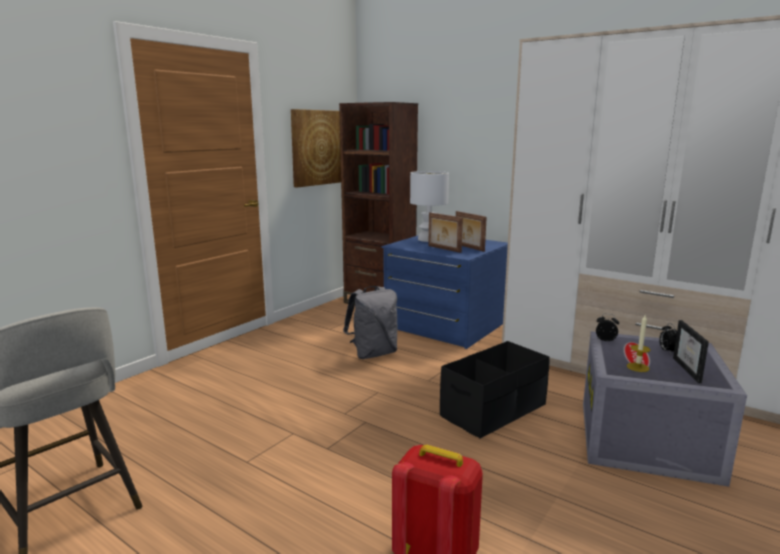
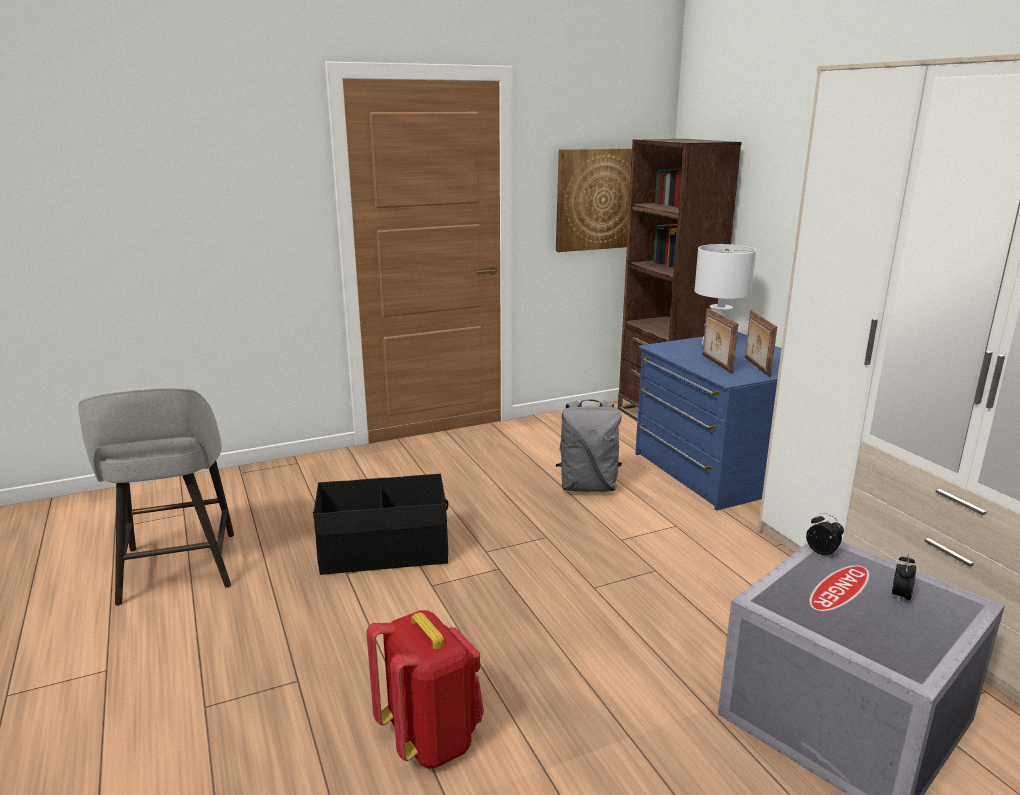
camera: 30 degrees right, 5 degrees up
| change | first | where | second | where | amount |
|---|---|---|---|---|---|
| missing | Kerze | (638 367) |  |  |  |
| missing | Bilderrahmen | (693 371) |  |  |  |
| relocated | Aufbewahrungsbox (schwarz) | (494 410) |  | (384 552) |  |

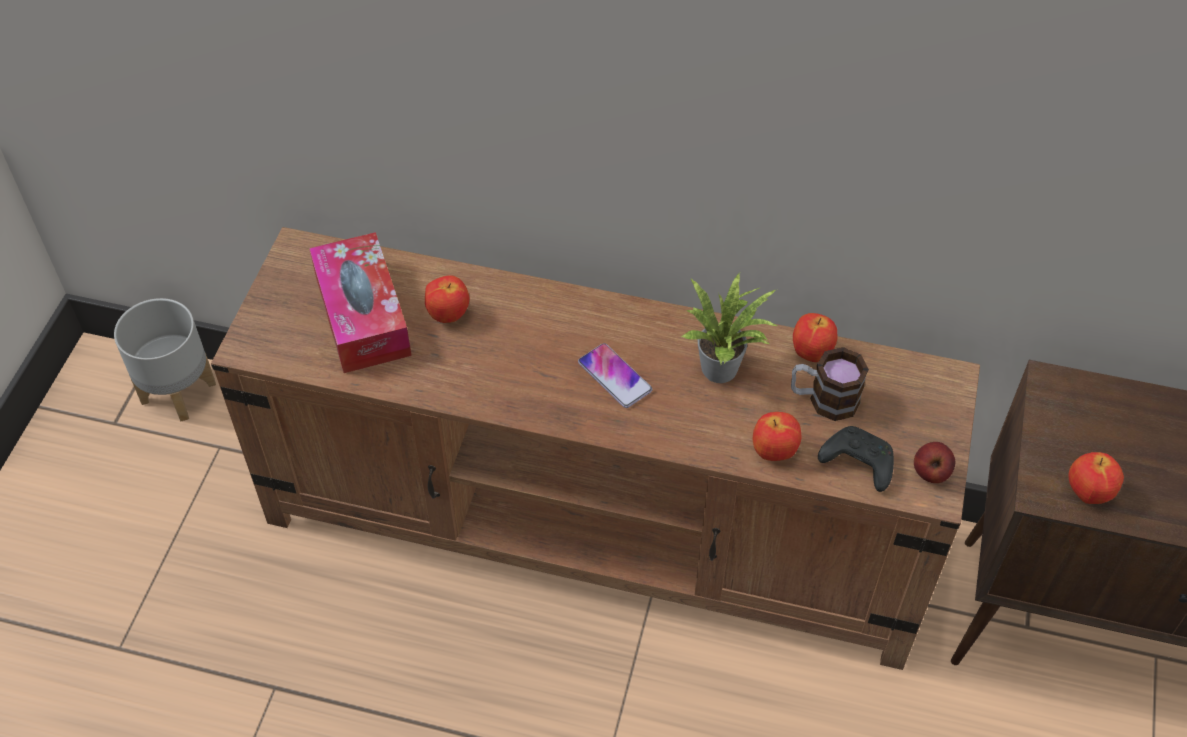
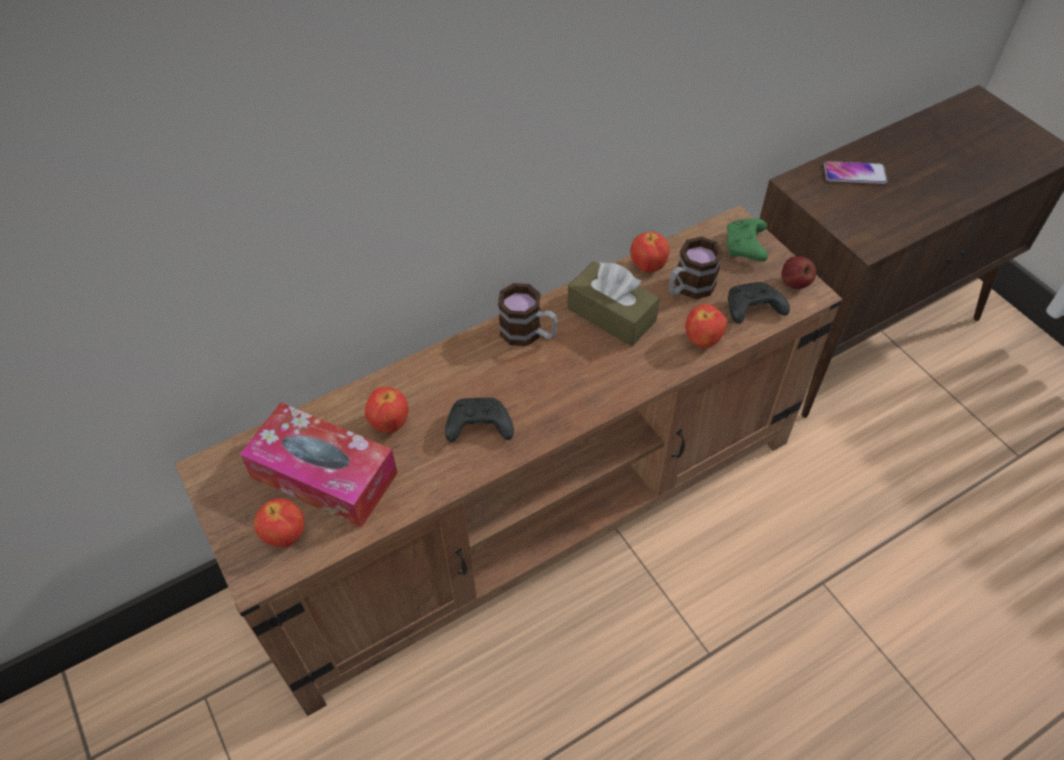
camera: 45 degrees left, 0 degrees up
| change | first | where | second | where | amount |
|---|---|---|---|---|---|
| exchanged | Topfpflanze | (724 368) | Taschentuchbox (braun) | (611 315) |  |
| missing | Pflanzkübel (grau) | (179 390) |  |  |  |
| relocated | Handy | (615 376) |  | (854 174) |  |
| relocated | Apfel | (1087 493) |  | (285 536) |  |
| appeared |  |  | Gamepad (grün) | (745 247) |  |
| appeared |  |  | Henkelbecher | (528 333) |  |
| appeared |  |  | Gamepad (schwarz) | (477 427) |  |

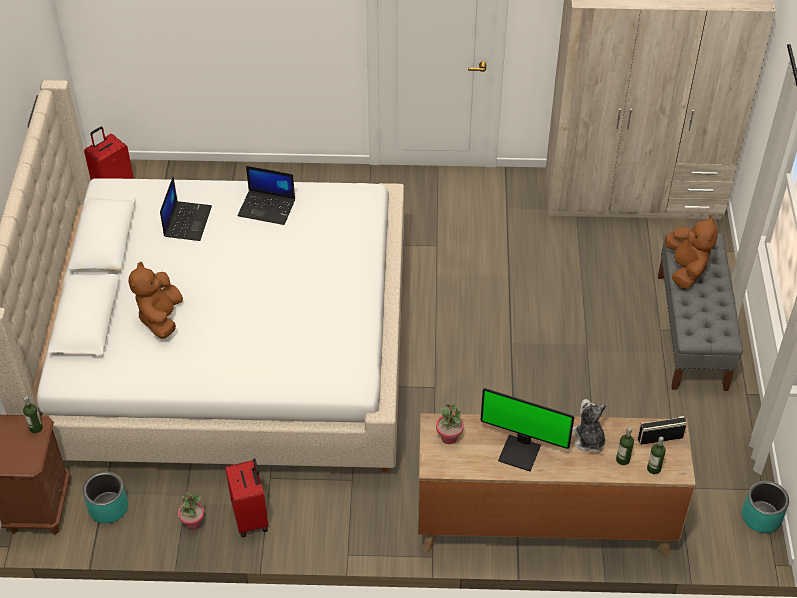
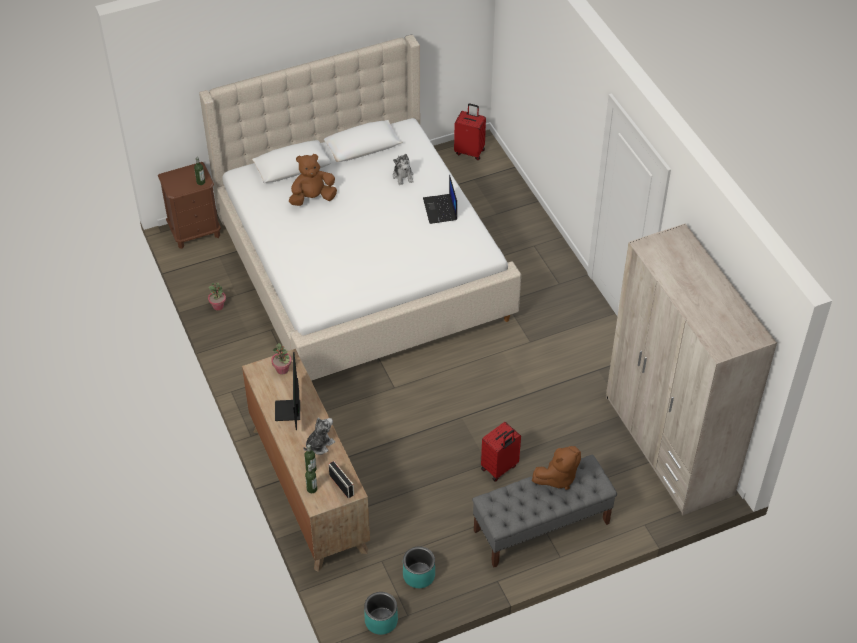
camera: 65 degrees right, 0 degrees up
| change | first | where | second | where | amount |
|---|---|---|---|---|---|
| exchanged | Laptop | (187 221) | Plüschtier | (403 176) |  |
| relocated | Koffer (rot) | (251 518) |  | (500 468) |  |
| relocated | Pflanzkübel (türkis) | (108 508) |  | (418 575) |  |

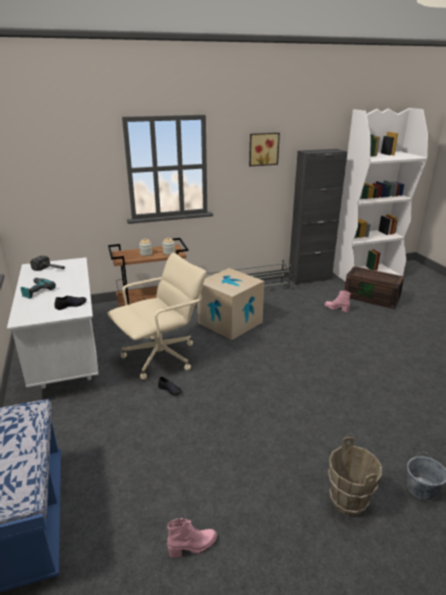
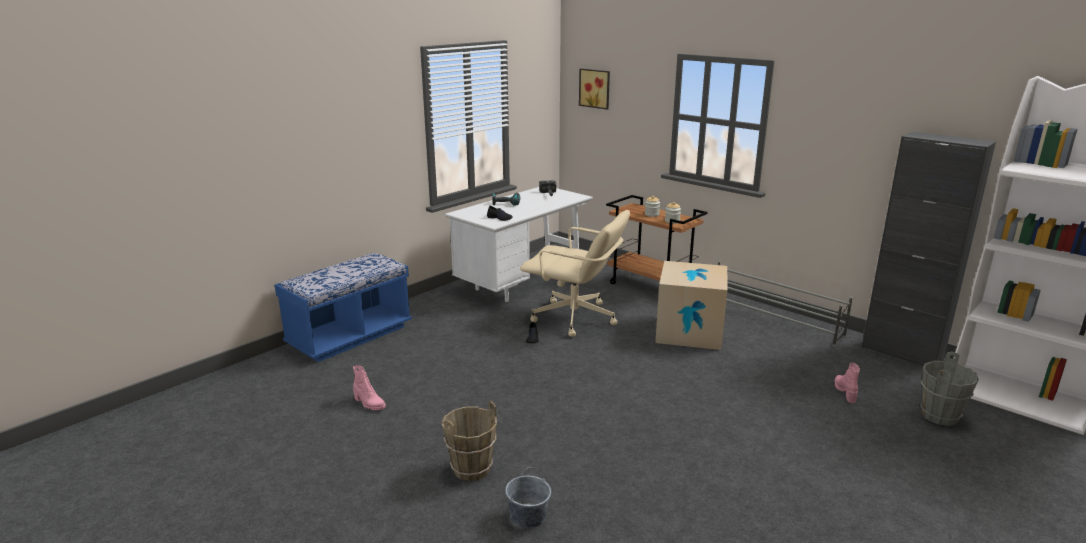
camera: 60 degrees right, 5 degrees down
| change | first | where | second | where | amount |
|---|---|---|---|---|---|
| relocated | Bild | (263 149) |  | (595 88) |  |
| exchanged | Aufbewahrungsbox (braun) | (372 297) | Eimer (grau) | (940 416) |  |

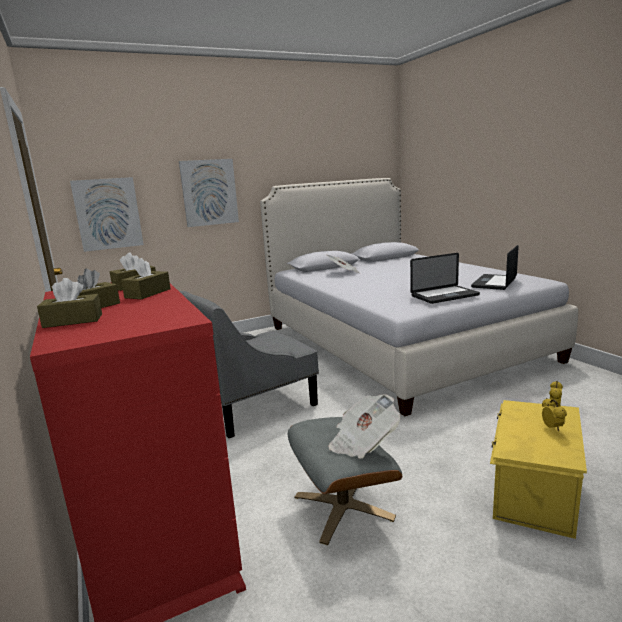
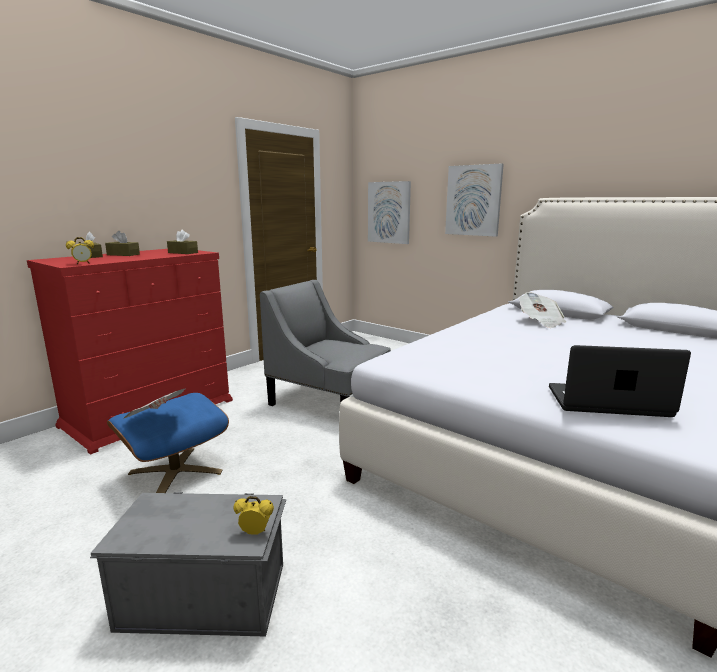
camera: 65 degrees right, 0 degrees up
| change | first | where | second | where | amount |
|---|---|---|---|---|---|
| missing | Laptop | (444 296) |  |  |  |
| missing | Taschentuchbox (braun) | (148 293) |  |  |  |
| relocated | Wecker | (552 428) |  | (83 263) |  |
| colour | Aufbewahrungsbox (gelb) | (532 491) | Aufbewahrungsbox (grau) | (204 593) |  |
| colour | Polsterhocker (grau) | (342 507) | Polsterhocker (blau) | (175 472) |  |

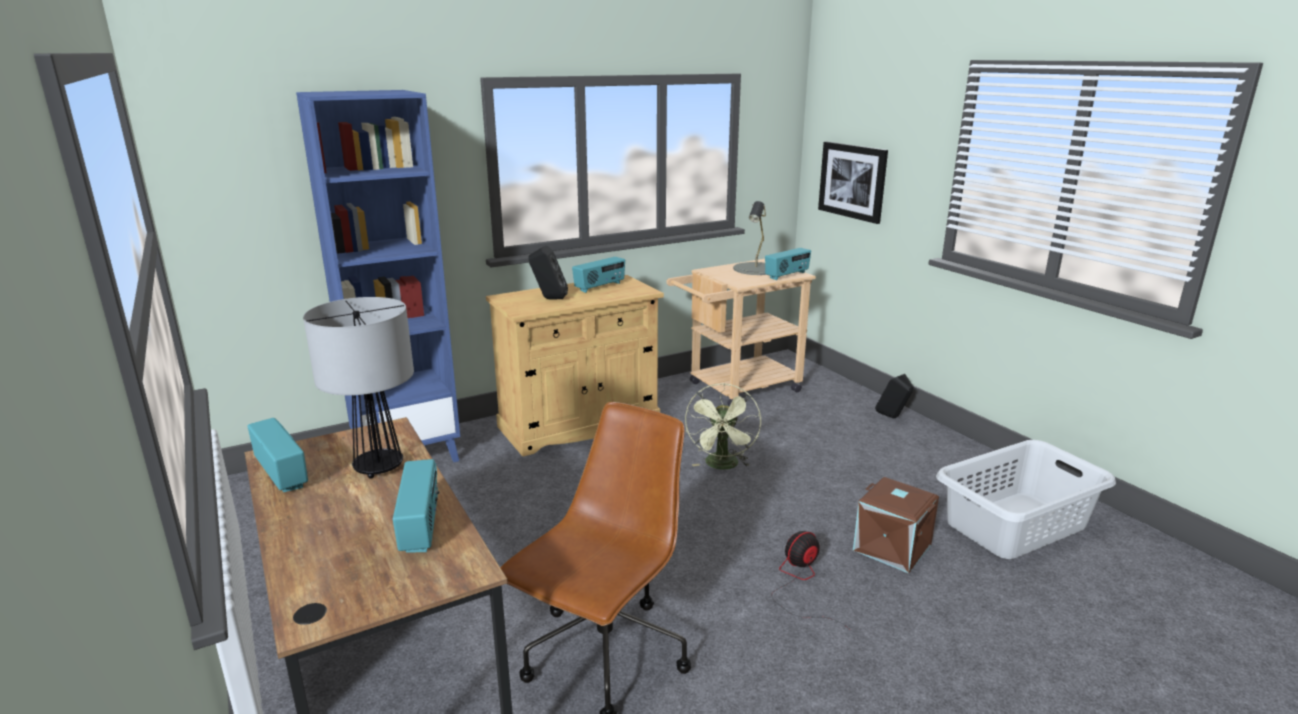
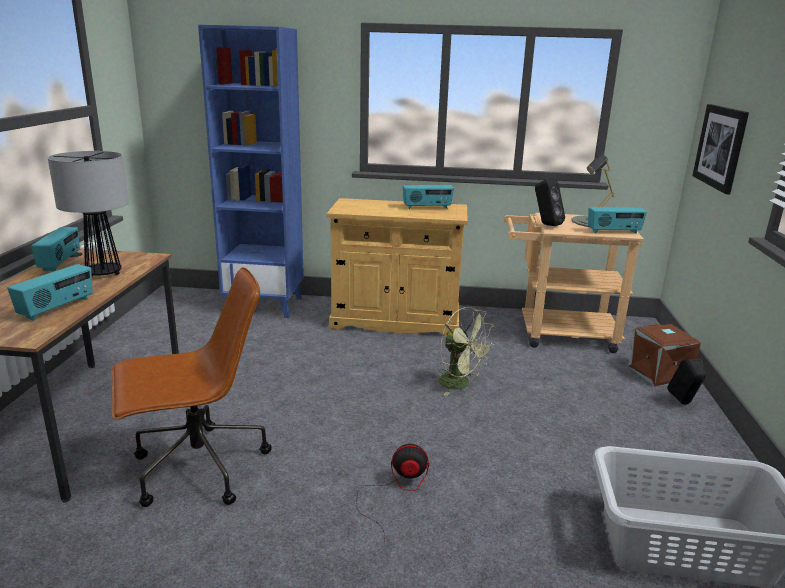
camera: 35 degrees right, 0 degrees up
| change | first | where | second | where | amount |
|---|---|---|---|---|---|
| relocated | Lautsprecher (schwarz) | (549 299) |  | (545 224) |  |
| spun | Ventilator (grün) | (722 466) |  | (460 384) | 90 degrees counterclockwise |
| relocated | Aufbewahrungsbox (braun) | (891 548) |  | (658 373) |  |

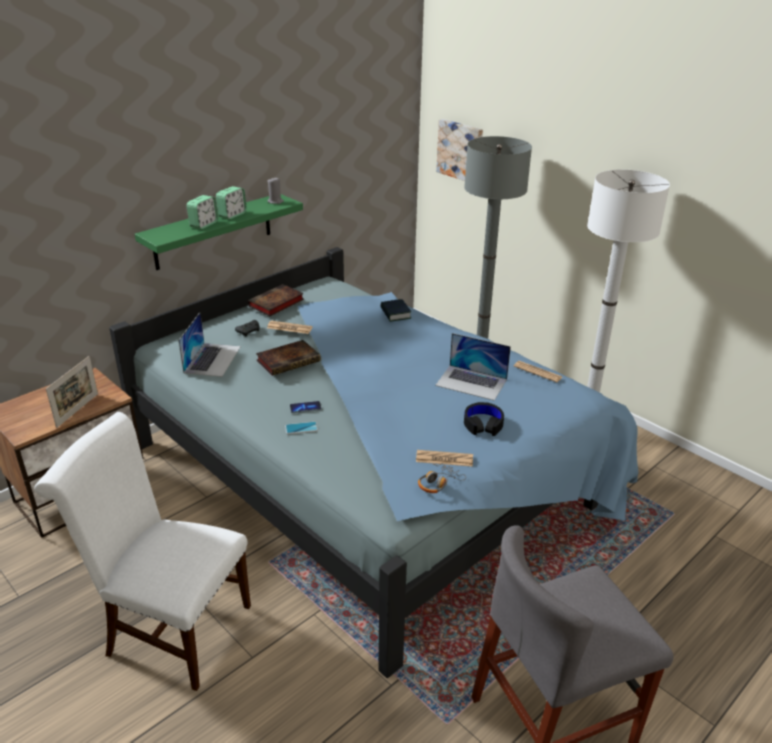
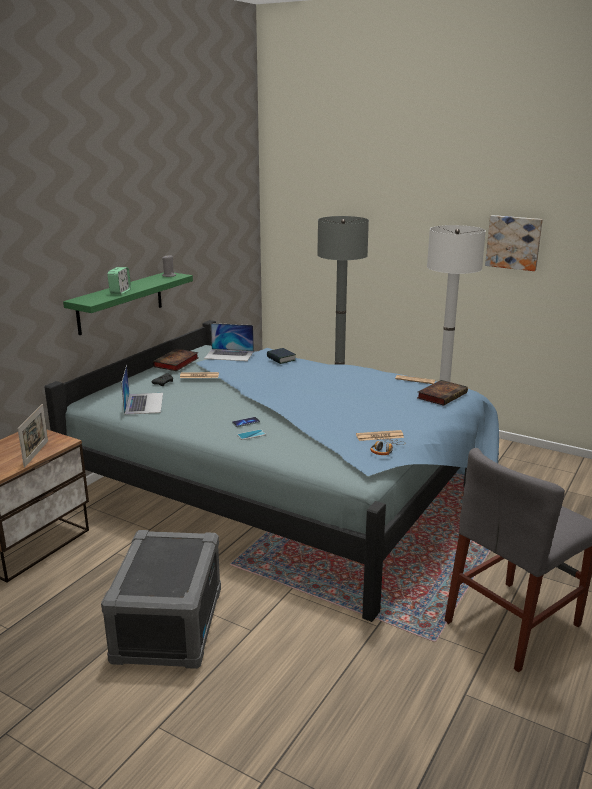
camera: 15 degrees left, 10 degrees down
| change | first | where | second | where | amount |
|---|---|---|---|---|---|
| relocated | Bild | (460 150) |  | (514 242) |  |
| missing | Wecker | (232 215) |  |  |  |
| relocated | Laptop | (471 382) |  | (229 355) |  |
| relocated | Buch | (289 360) |  | (442 395) |  |
| missing | Kopfhörer (schwarz) | (483 424) |  |  |  |
| exchanged | Stuhl (weiß) | (171 628) | Aufbewahrungsbox (grau) | (168 624) |  |

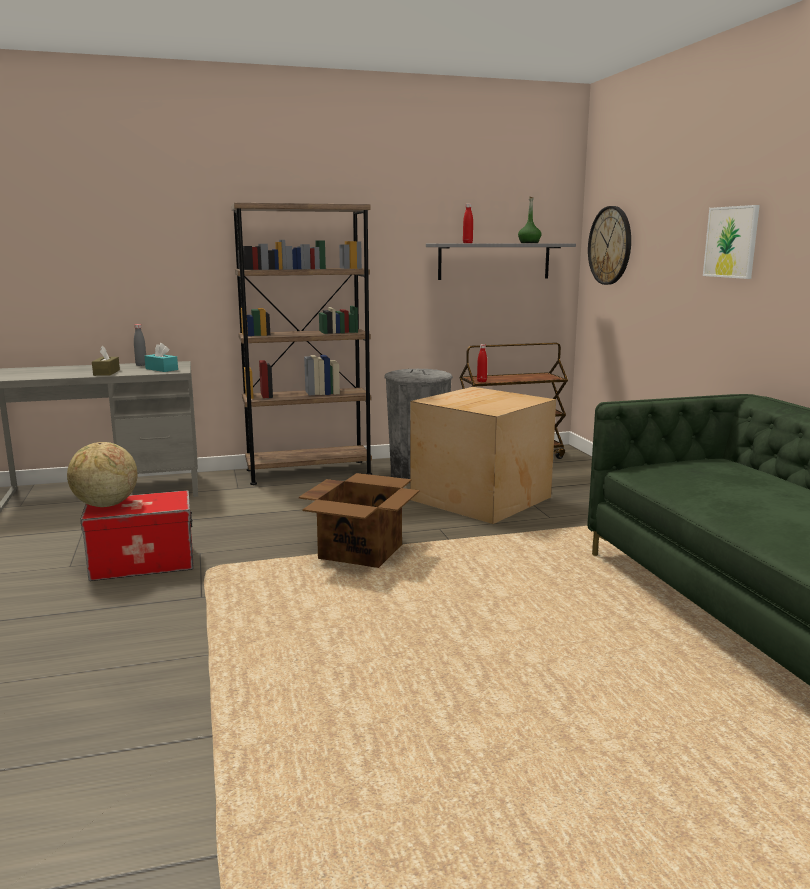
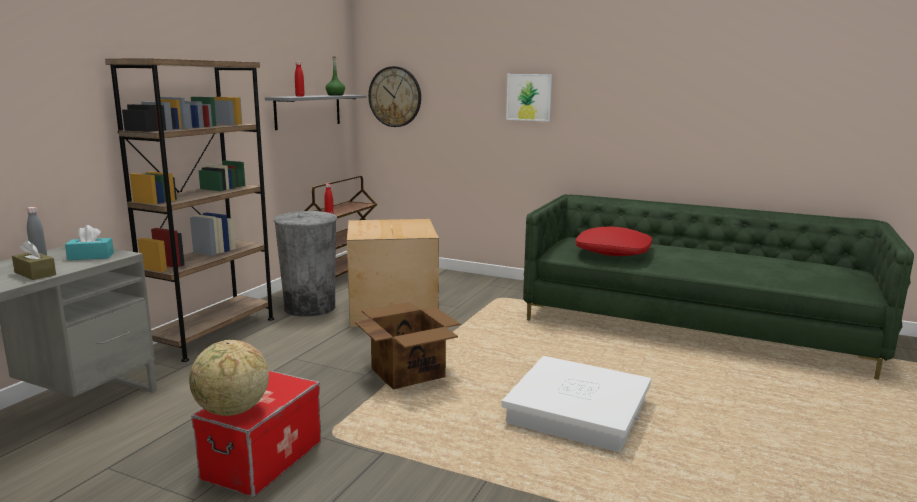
camera: 50 degrees left, 0 degrees up
| change | first | where | second | where | amount |
|---|---|---|---|---|---|
| appeared |  |  | Kissen (rot) | (613 251) |  |
| appeared |  |  | Aufbewahrungsbox (weiß) | (578 412) |  |

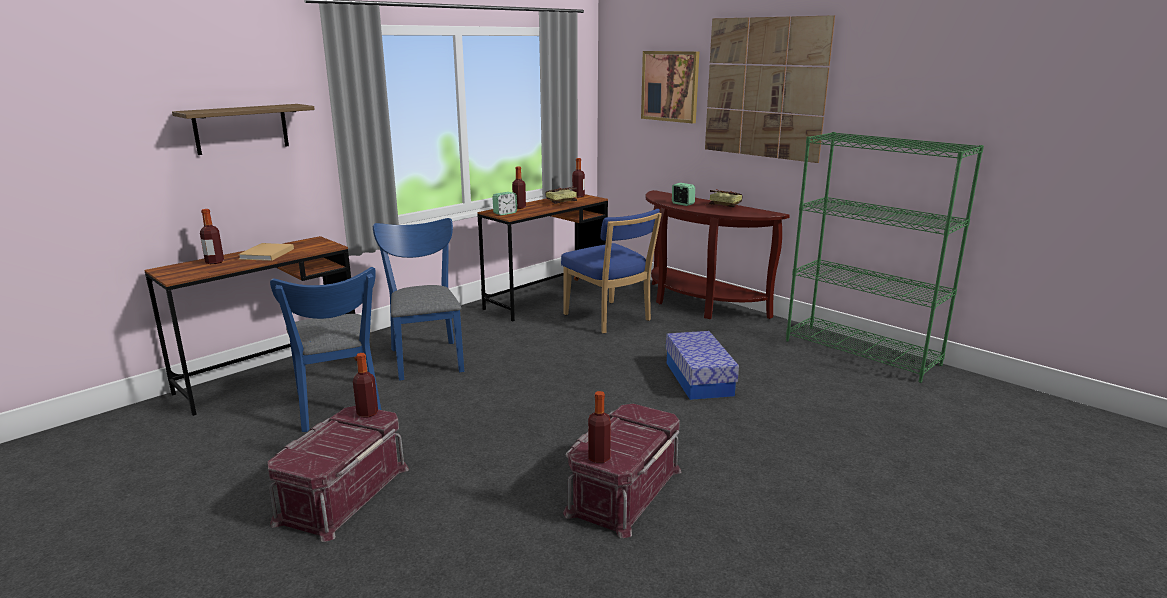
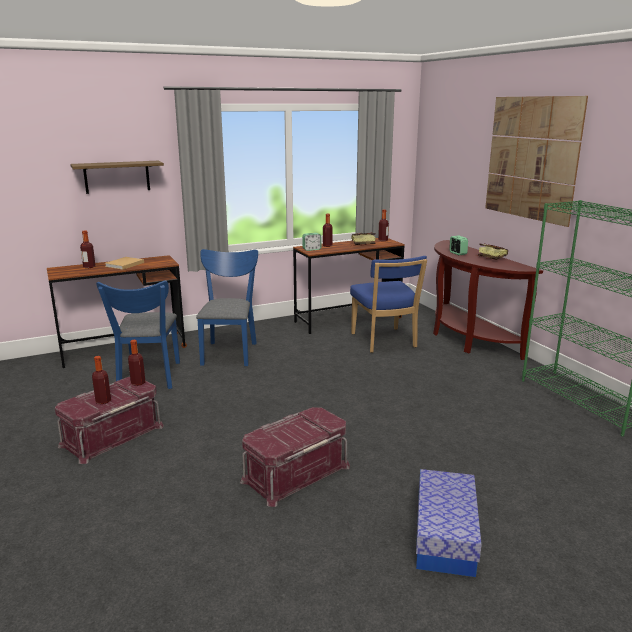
camera: 20 degrees right, 0 degrees up
| change | first | where | second | where | amount |
|---|---|---|---|---|---|
| missing | Bild | (670 86) |  |  |  |
| relocated | Aufbewahrungsbox | (699 379) |  | (445 536) |  |
| relocated | Flasche | (599 458) |  | (103 401) |  |

